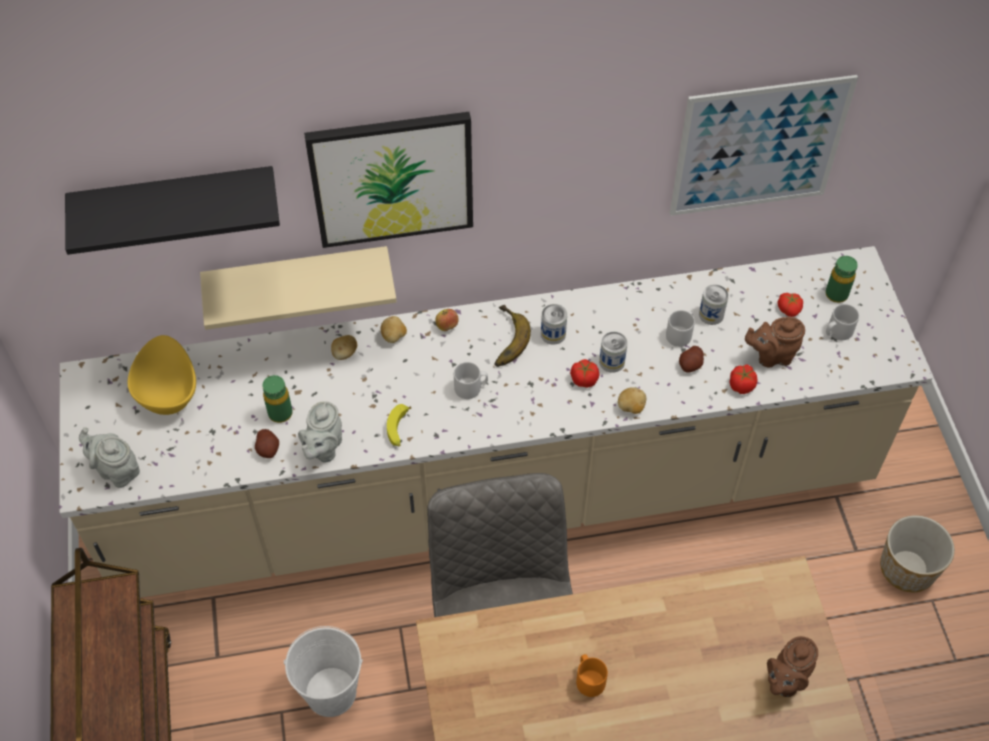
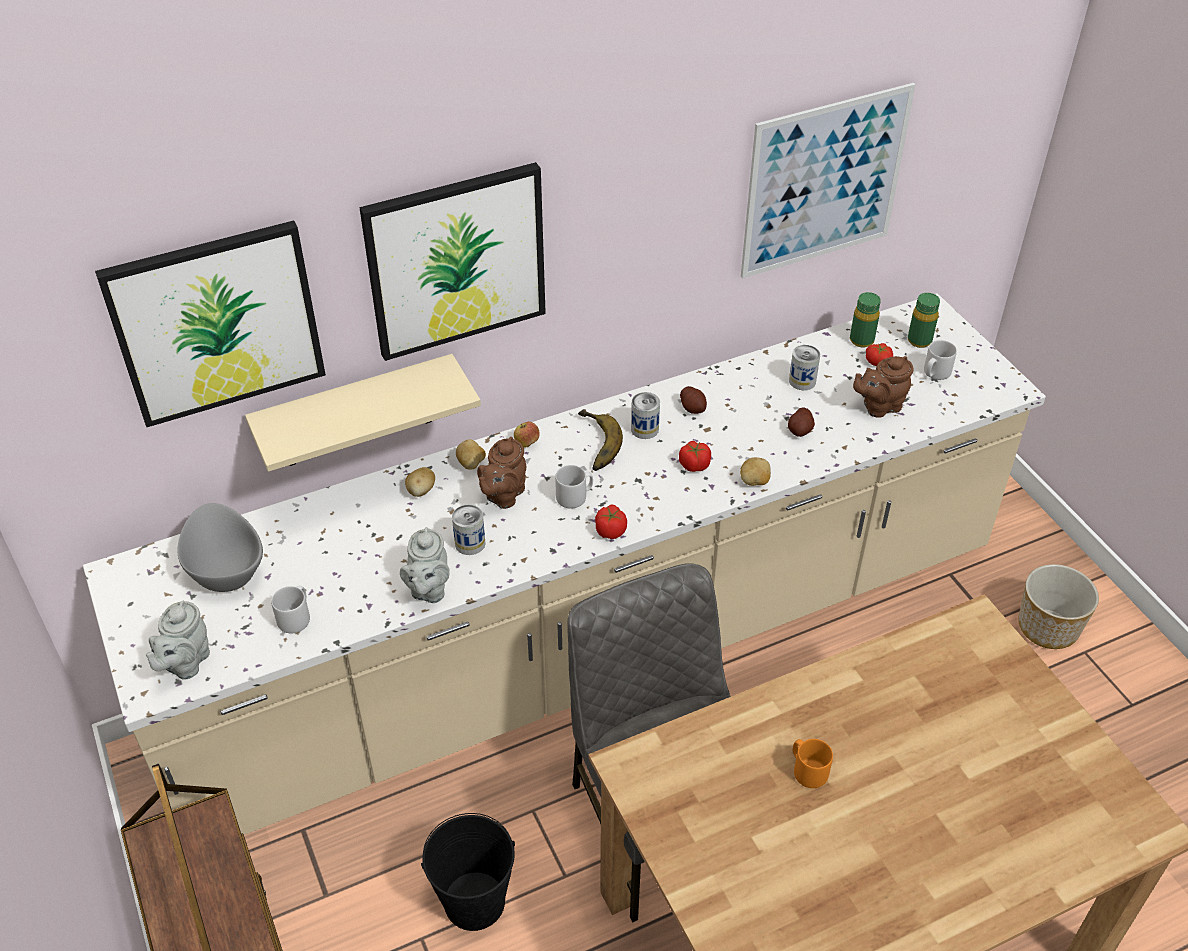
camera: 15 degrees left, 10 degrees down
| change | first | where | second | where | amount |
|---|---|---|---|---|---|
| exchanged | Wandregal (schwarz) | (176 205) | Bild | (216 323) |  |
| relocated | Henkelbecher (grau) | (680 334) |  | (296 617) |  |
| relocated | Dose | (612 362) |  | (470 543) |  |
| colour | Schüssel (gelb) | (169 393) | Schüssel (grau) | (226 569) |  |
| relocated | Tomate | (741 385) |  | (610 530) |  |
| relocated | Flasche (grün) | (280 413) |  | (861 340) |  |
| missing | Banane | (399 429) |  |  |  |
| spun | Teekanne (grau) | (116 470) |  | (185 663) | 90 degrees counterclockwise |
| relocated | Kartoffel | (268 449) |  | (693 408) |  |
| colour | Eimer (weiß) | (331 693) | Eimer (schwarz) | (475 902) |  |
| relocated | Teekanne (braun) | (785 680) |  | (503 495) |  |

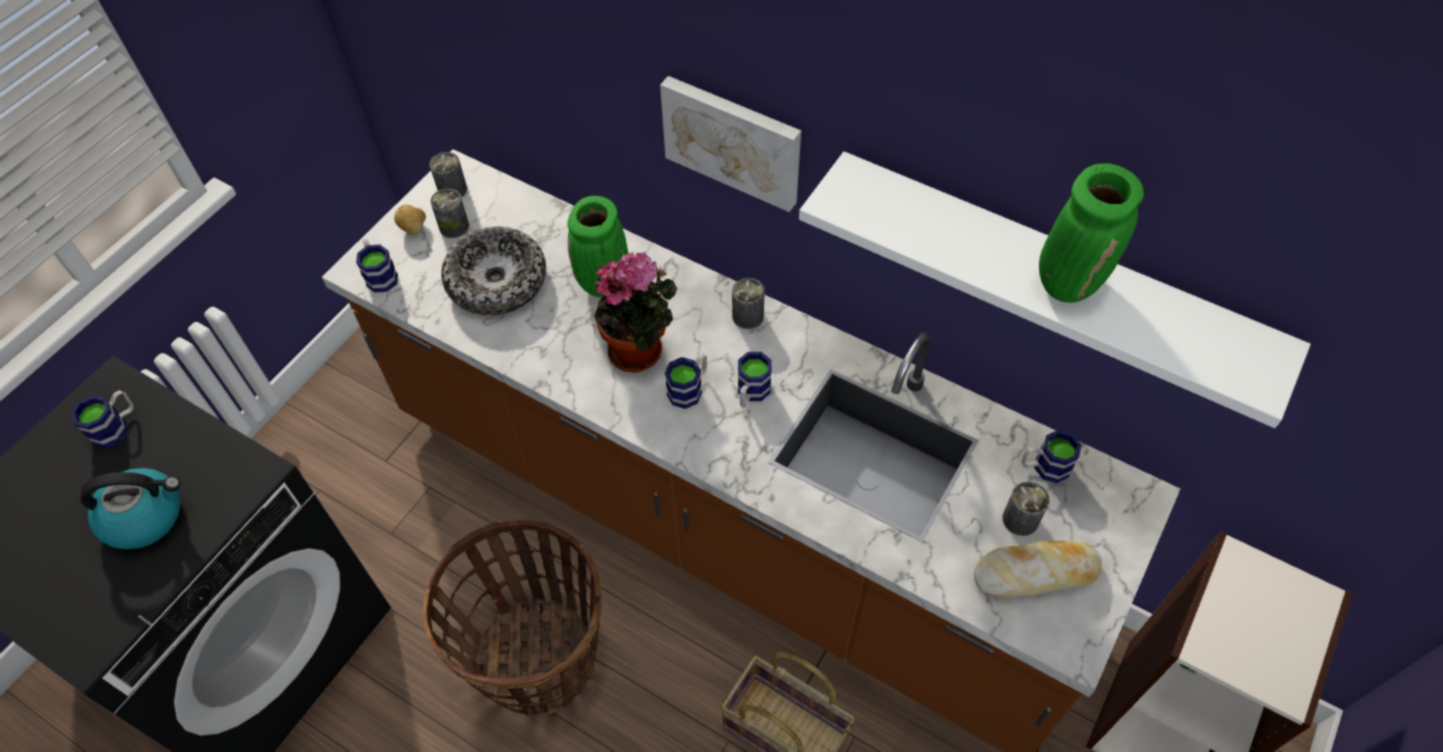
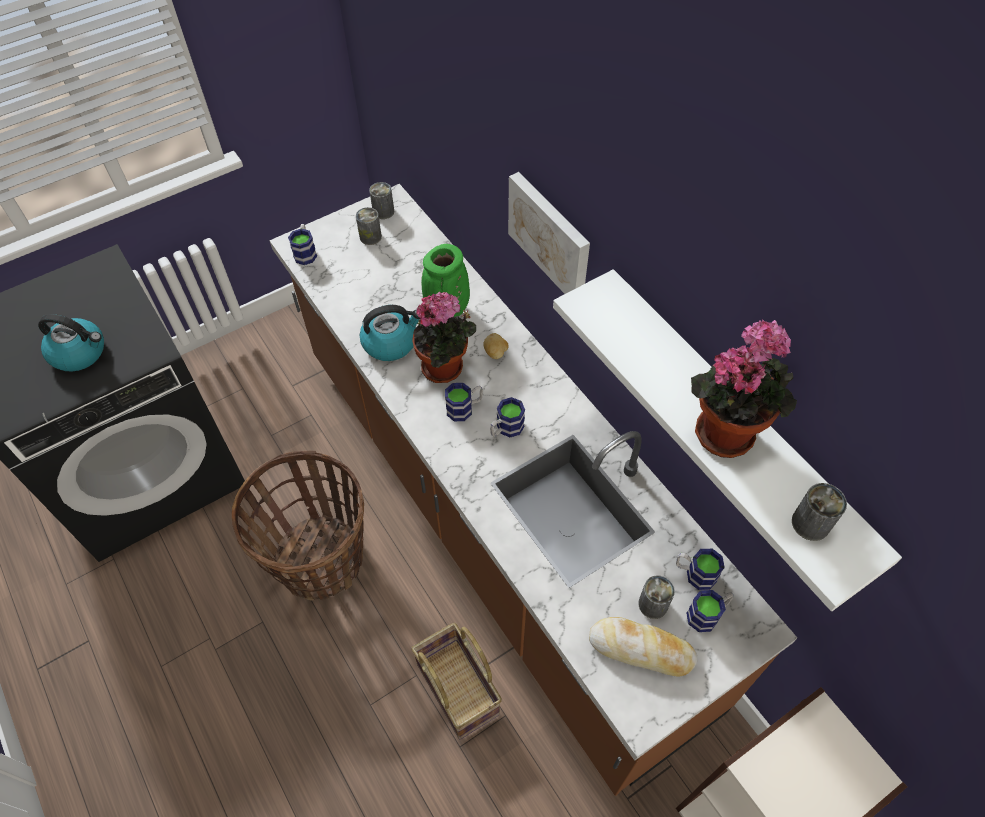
camera: 25 degrees right, 0 degrees up
| change | first | where | second | where | amount |
|---|---|---|---|---|---|
| exchanged | Vase (grün) | (1069 281) | Topfpflanze | (726 429) |  |
| relocated | Kartoffel | (414 228) |  | (496 353) |  |
| missing | Schüssel | (496 281) |  |  |  |
| relocated | Dose | (747 316) |  | (810 523) |  |
| relocated | Henkelbecher | (116 426) |  | (708 614) |  |
| appeared |  |  | Wasserkessel | (391 342) |  |

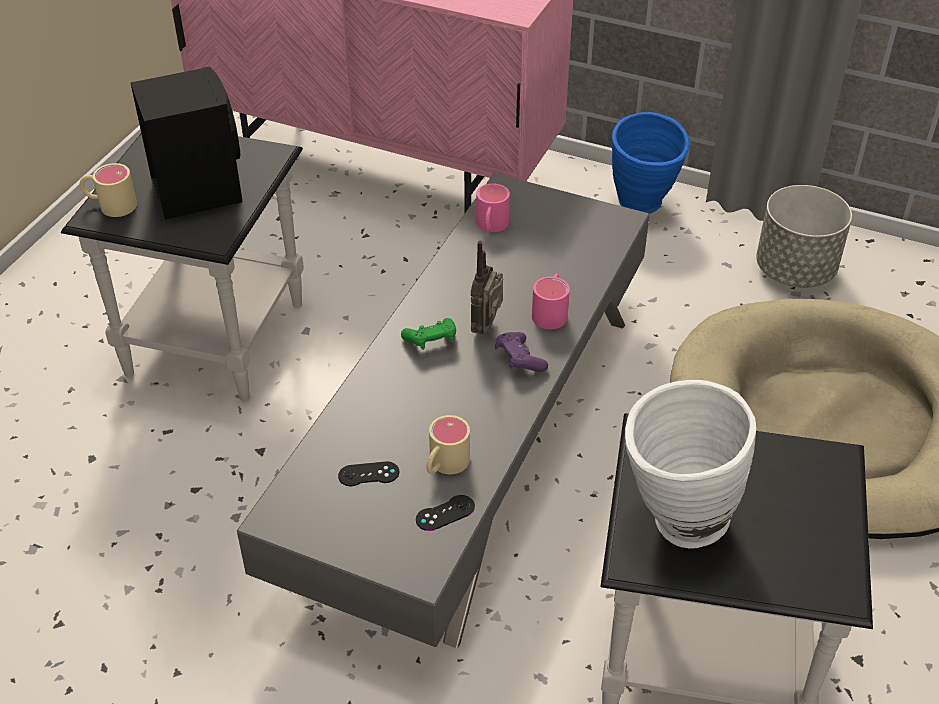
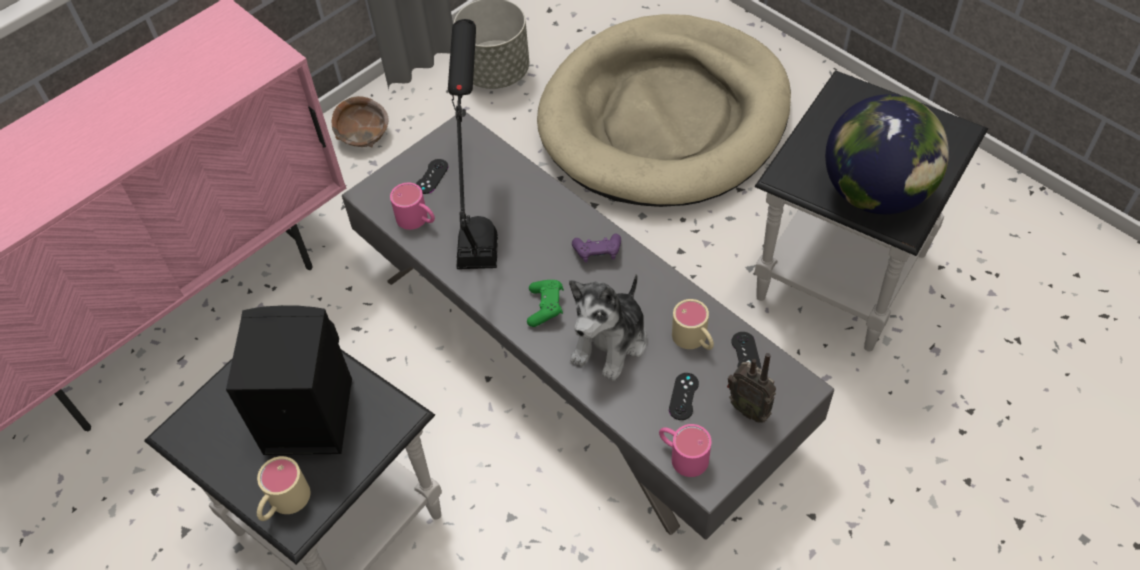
camera: 65 degrees left, 10 degrees up
| change | first | where | second | where | amount |
|---|---|---|---|---|---|
| exchanged | Vase (blau) | (643 208) | Schüssel (braun) | (363 135) |  |
| relocated | Radio | (487 327) |  | (749 408) |  |
| relocated | Henkelbecher (rosa) | (551 311) |  | (682 455) |  |
| exchanged | Vase (weiß) | (673 523) | Globus | (876 193) |  |
| appeared |  |  | Tischlampe (schwarz) | (479 214) |  |
| appeared |  |  | Gamepad (schwarz) | (432 176) |  |
| appeared |  |  | Plüschtier | (610 342) |  |

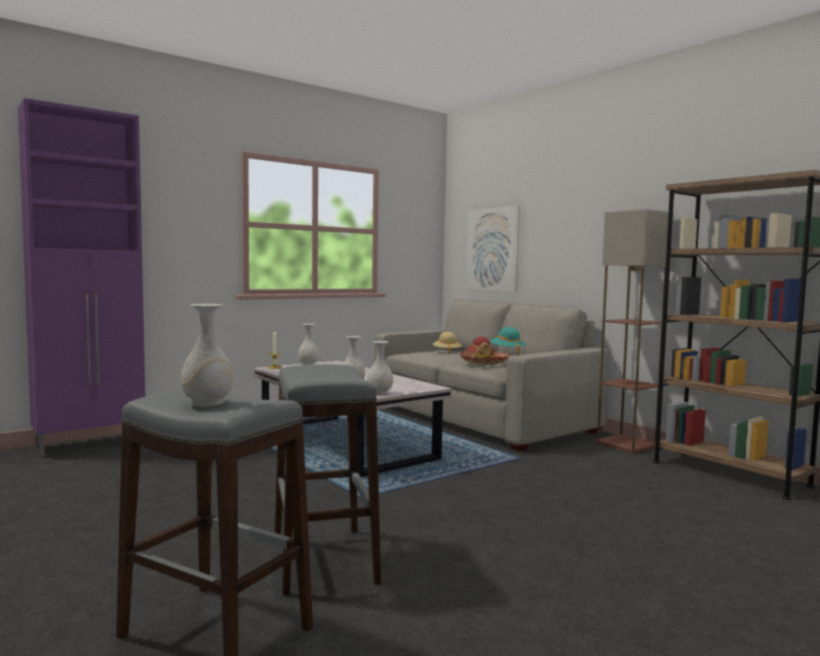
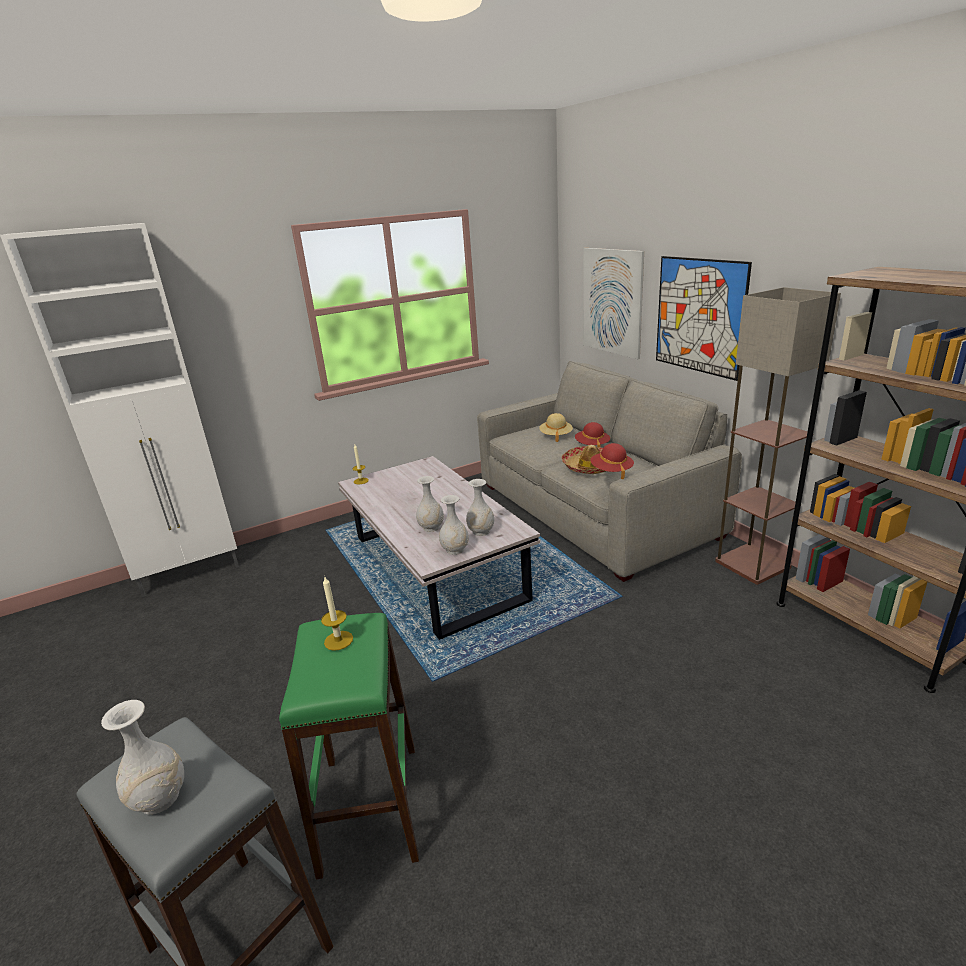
camera: 10 degrees right, 20 degrees up
| change | first | where | second | where | amount |
|---|---|---|---|---|---|
| colour | Schrank (lila) | (91 444) | Schrank (weiß) | (191 572) |  |
| relocated | Vase (weiß) | (308 364) |  | (481 531) |  |
| colour | Hut (türkis) | (507 352) | Hut (rot) | (611 471) |  |
| colour | Hocker (grau) | (323 559) | Hocker (grün) | (369 806) |  |
| appeared |  |  | Bild | (699 316) |  |
| appeared |  |  | Kerze | (338 640) |  |

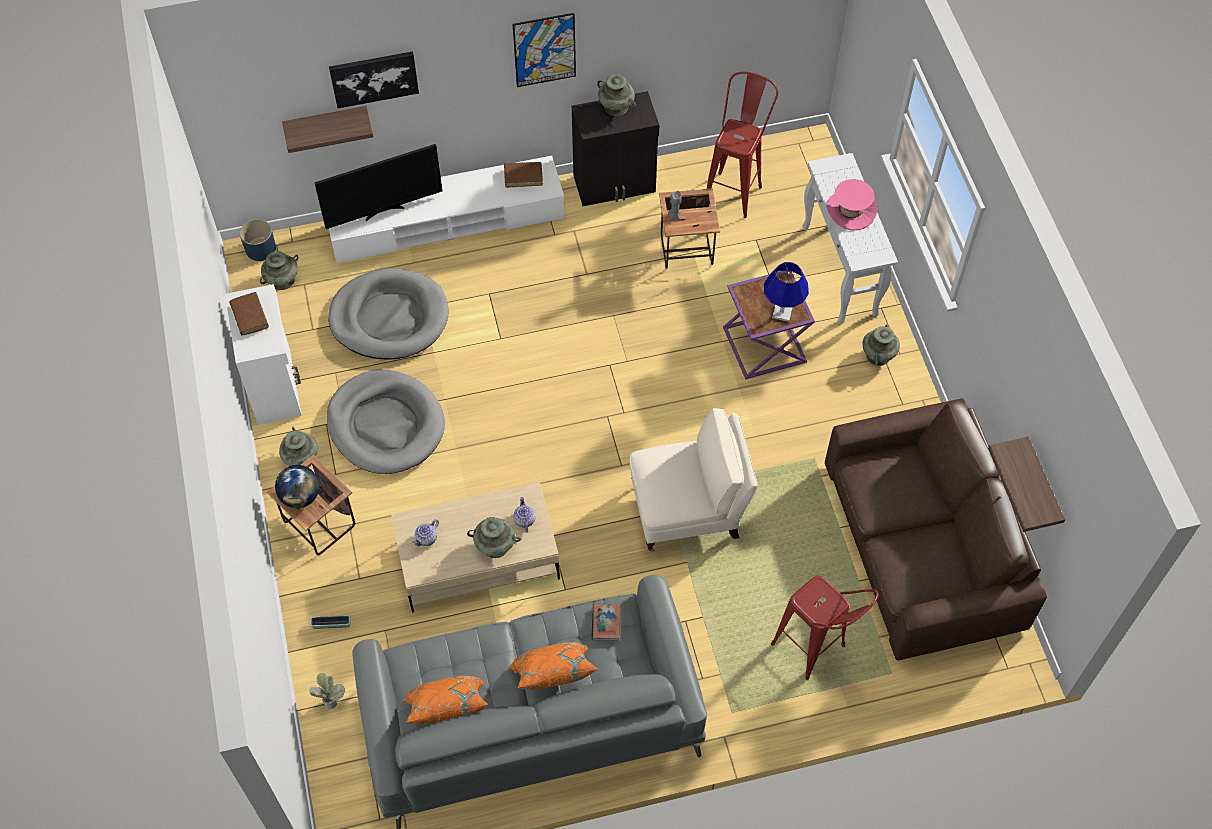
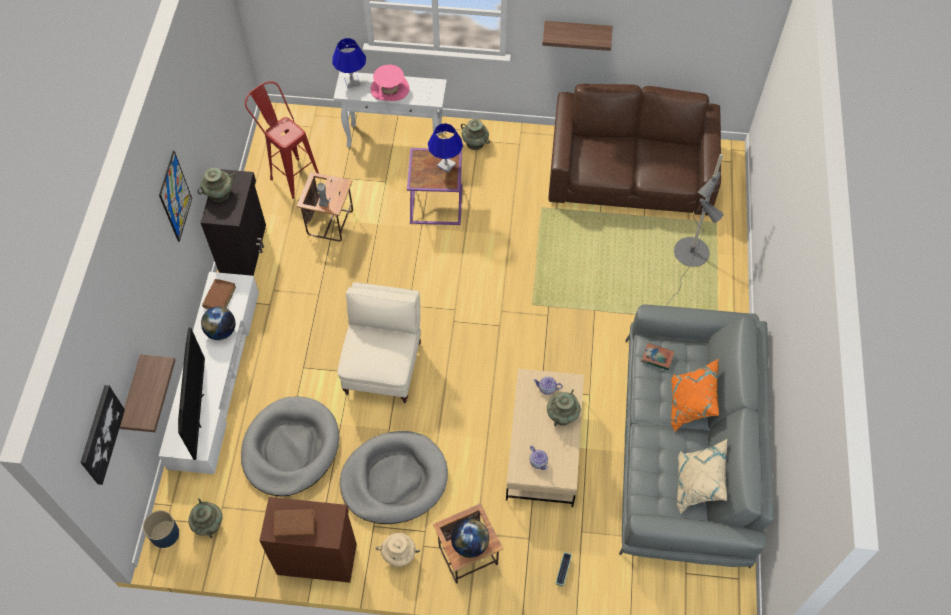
camera: 70 degrees left, 0 degrees up
| change | first | where | second | where | amount |
|---|---|---|---|---|---|
| relocated | Bild | (374 78) |  | (101 434) |  |
| colour | Schrank (weiß) | (275 385) | Schrank (braun) | (316 557) |  |
| relocated | Sessel (beige) | (688 511) |  | (384 366) |  |
| colour | Vase (türkis) | (301 458) | Vase (beige) | (399 555) |  |
| relocated | Wandregal | (1042 486) |  | (577 32) |  |
| exchanged | Hocker (rot) | (816 653) | Stehlampe (grau) | (689 258) |  |
| missing | Topfpflanze | (330 699) |  |  |  |
| colour | Kissen (orange) | (447 711) | Kissen (beige) | (697 485) |  |
| appeared |  |  | Tischlampe (blau) | (352 82) |  |
| appeared |  |  | Globus | (221 331) |  |

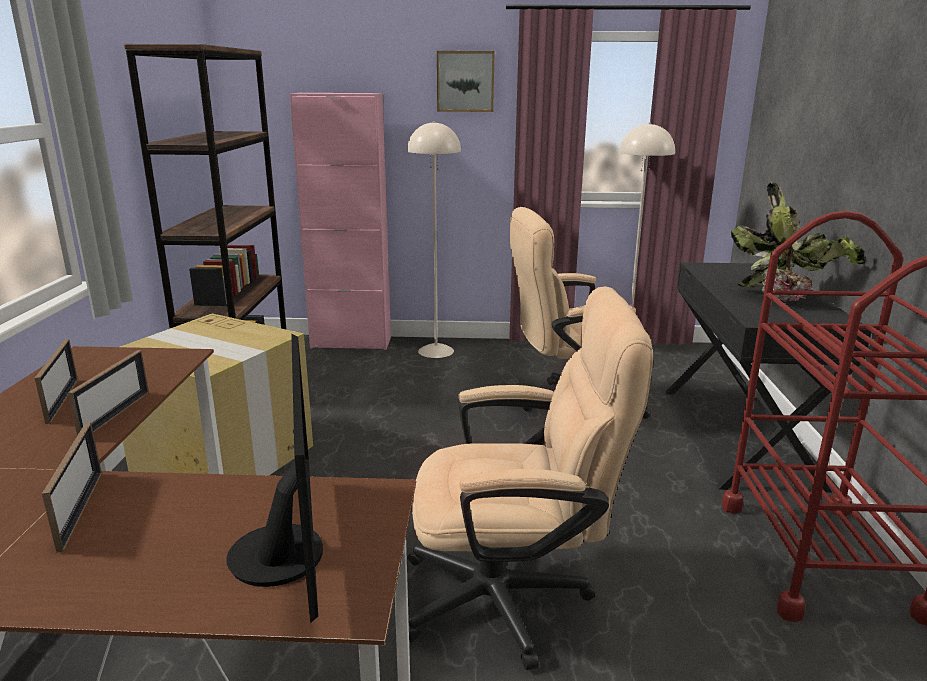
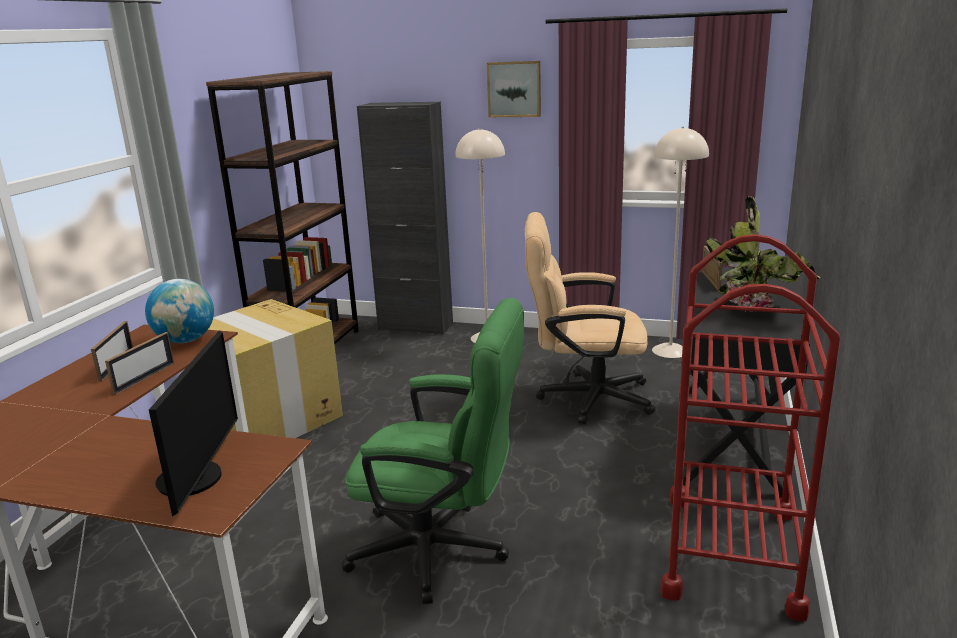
camera: 15 degrees right, 0 degrees up
| change | first | where | second | where | amount |
|---|---|---|---|---|---|
| colour | Schrank (rosa) | (351 343) | Schrank (schwarz) | (415 326) |  |
| colour | Bürostuhl (beige) | (513 598) | Bürostuhl (grün) | (442 551) |  |
| relocated | Bilderrahmen | (81 509) |  | (710 280) |  |
| appeared |  |  | Globus | (186 340) |  |

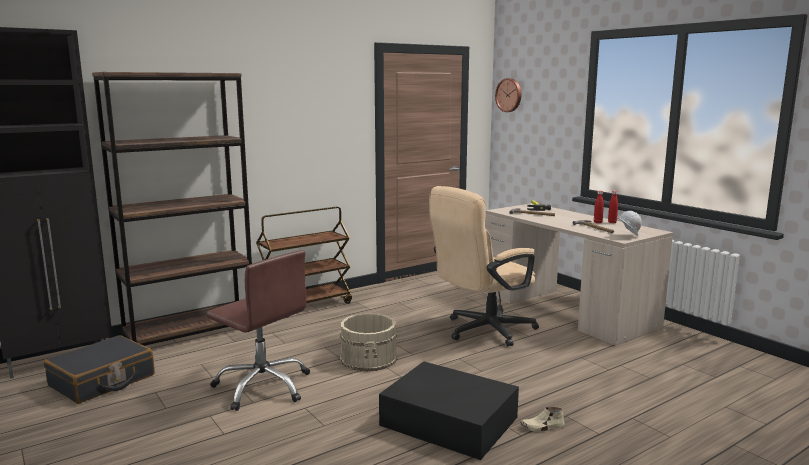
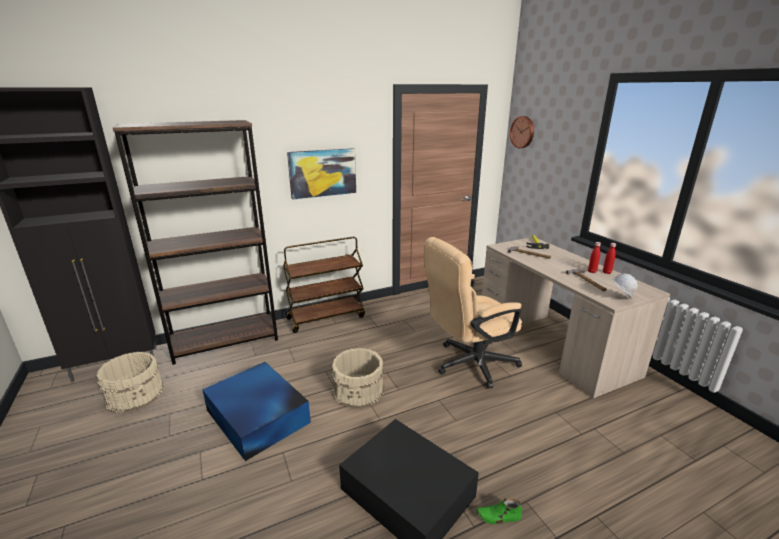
camera: 10 degrees right, 10 degrees up
| change | first | where | second | where | amount |
|---|---|---|---|---|---|
| exchanged | Bürostuhl (braun) | (263 386) | Aufbewahrungsbox (blau) | (258 417) |  |
| exchanged | Koffer (schwarz) | (102 381) | Eimer (beige) | (135 394) |  |
| colour | Schuh (beige) | (542 427) | Schuh (grün) | (498 516) |  |
| appeared |  |  | Bild | (322 173) |  |

